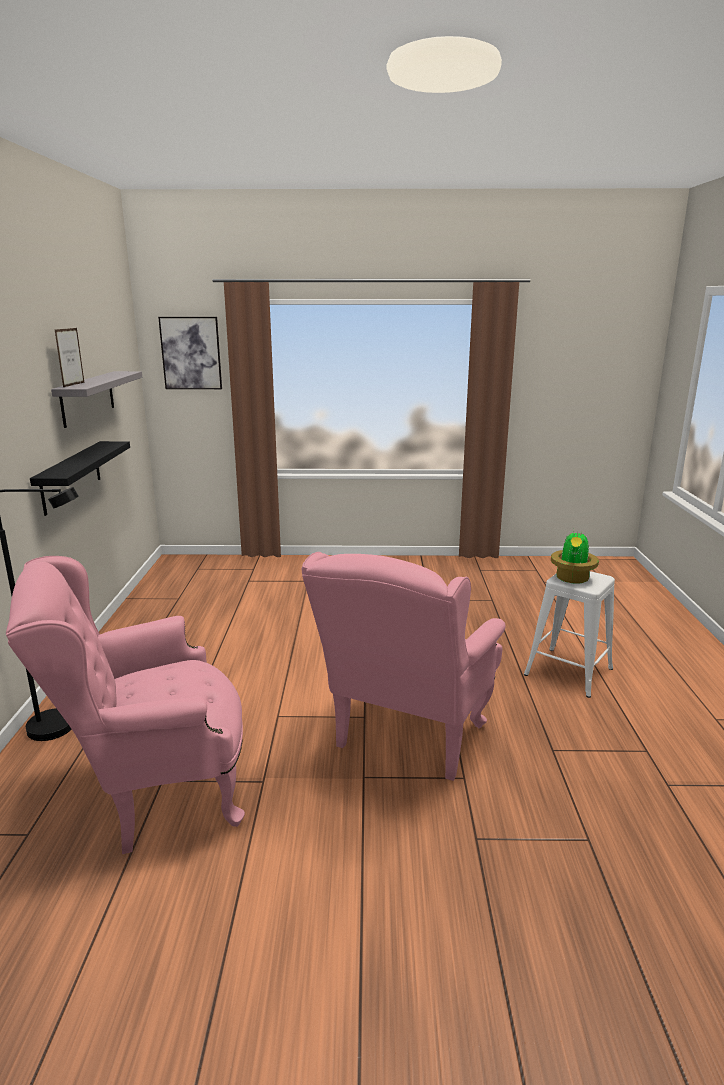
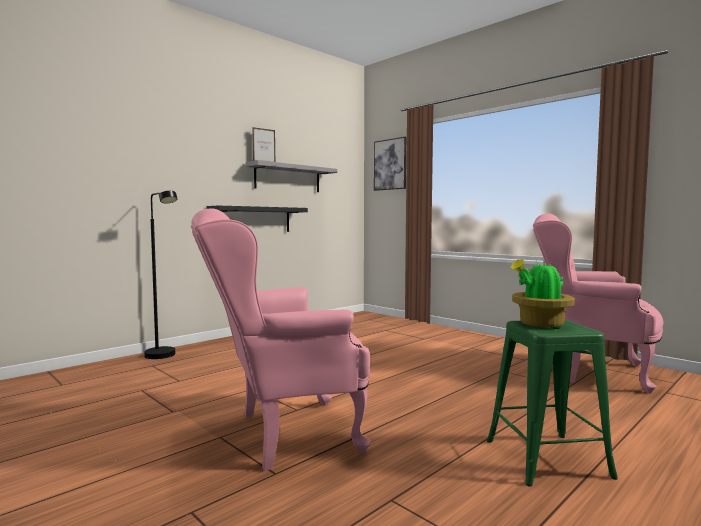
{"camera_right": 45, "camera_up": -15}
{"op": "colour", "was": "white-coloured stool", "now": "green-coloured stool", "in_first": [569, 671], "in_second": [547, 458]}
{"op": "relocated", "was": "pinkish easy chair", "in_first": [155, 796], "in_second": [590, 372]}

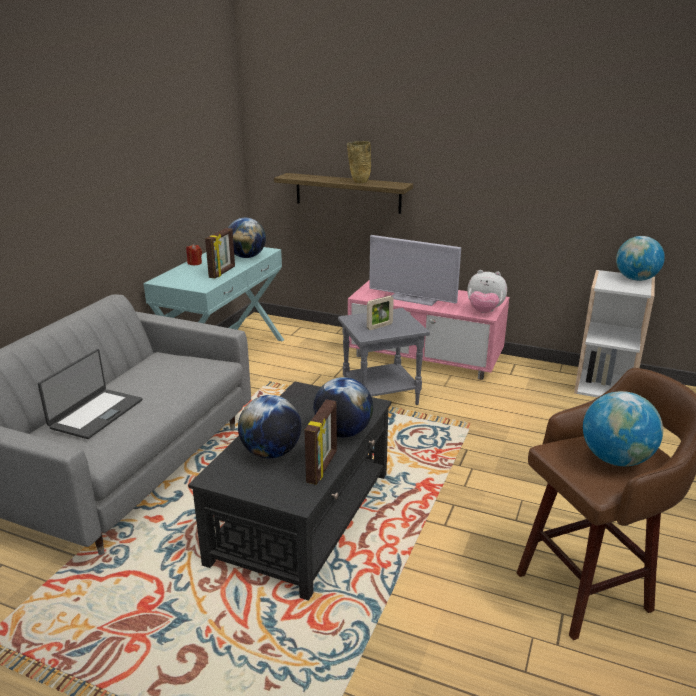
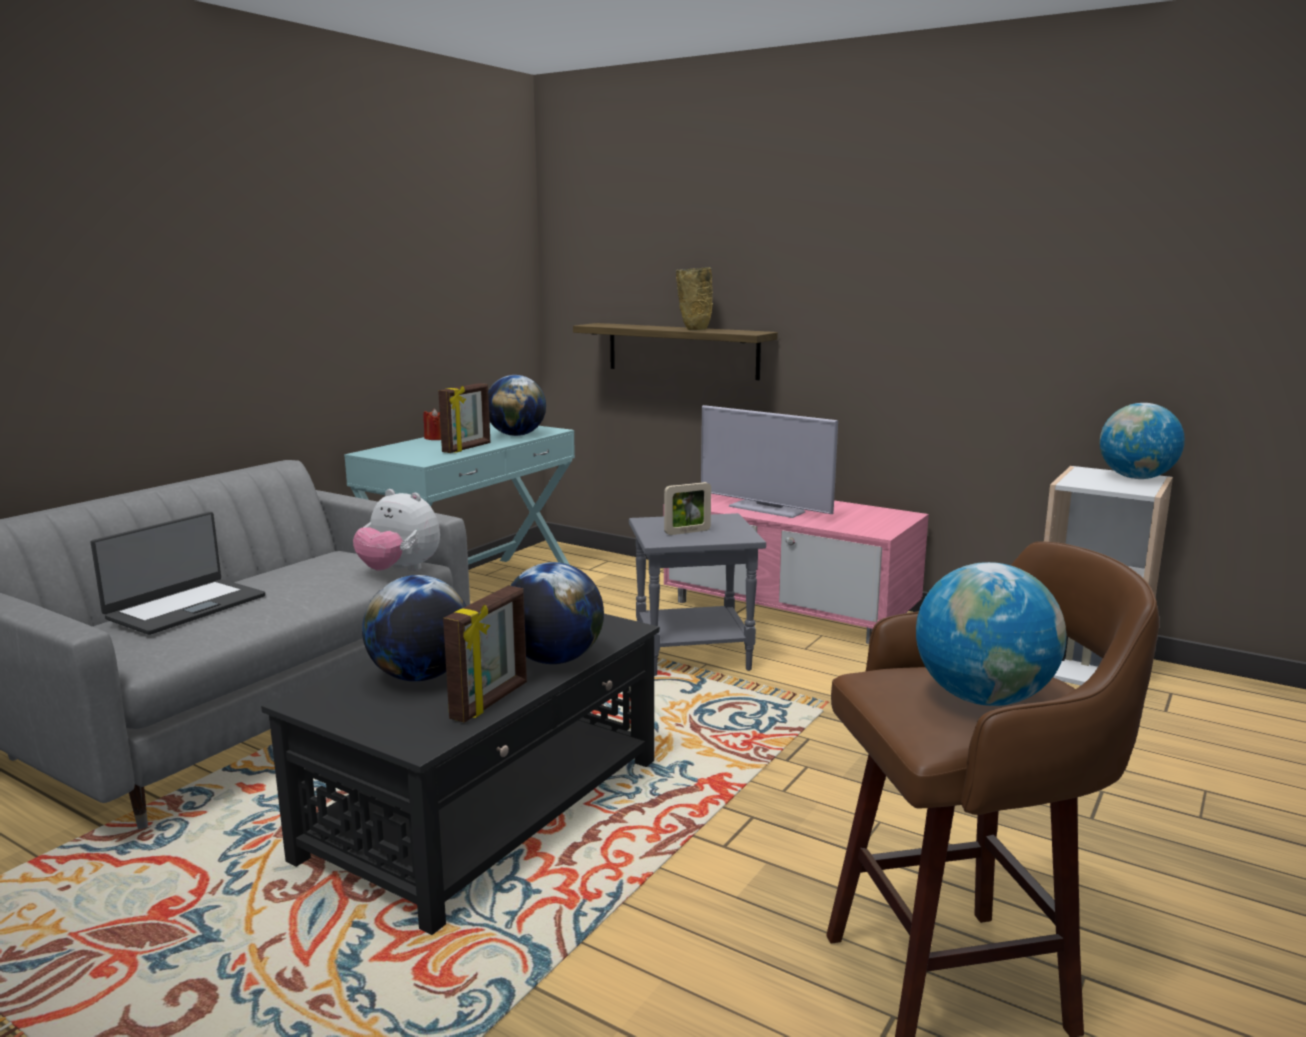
{"camera_right": 10, "camera_up": -10}
{"op": "relocated", "was": "cuddly toy", "in_first": [484, 312], "in_second": [399, 571]}

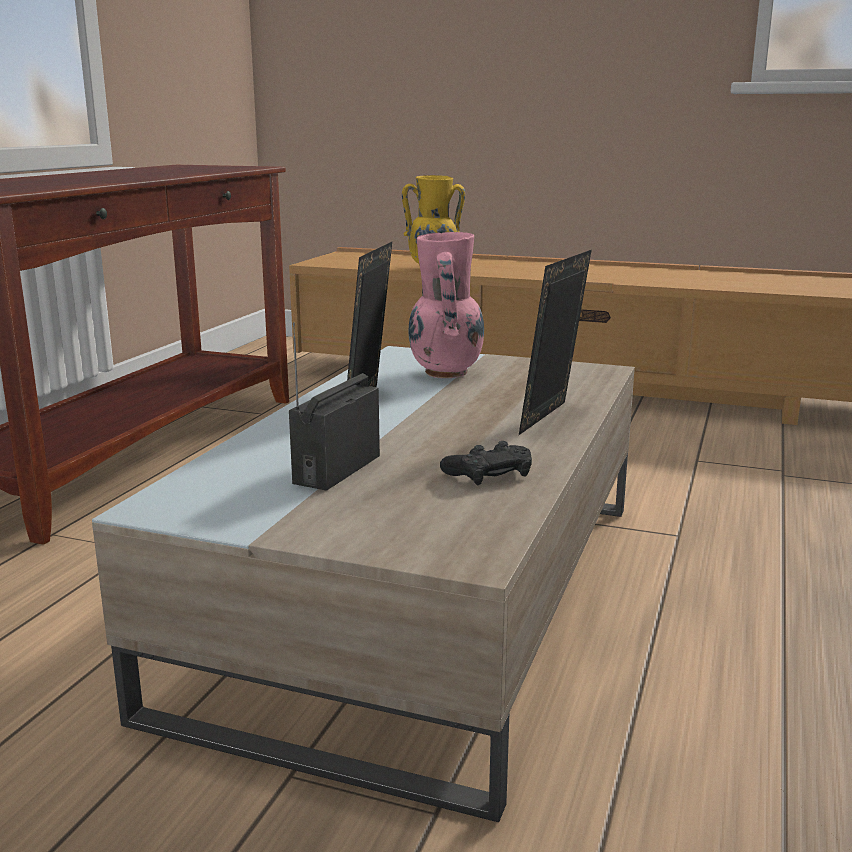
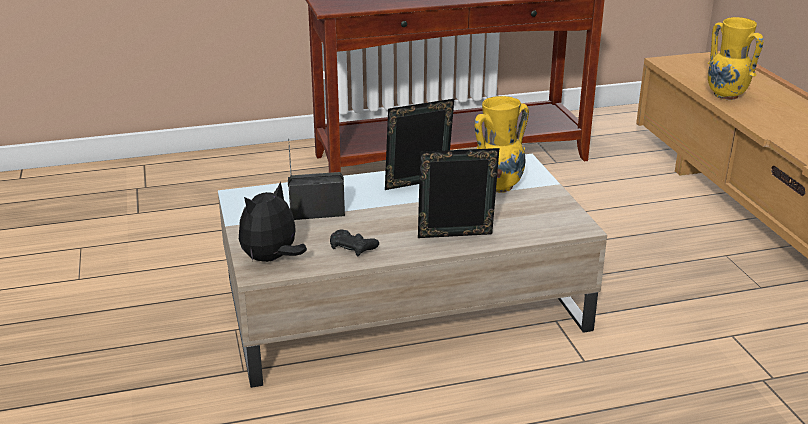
{"camera_right": 55, "camera_up": 10}
{"op": "appeared", "now": "cuddly toy", "in_second": [271, 259]}
{"op": "colour", "was": "pinkish decorative vase", "now": "yellow-coloured decorative vase", "in_first": [445, 373], "in_second": [497, 187]}

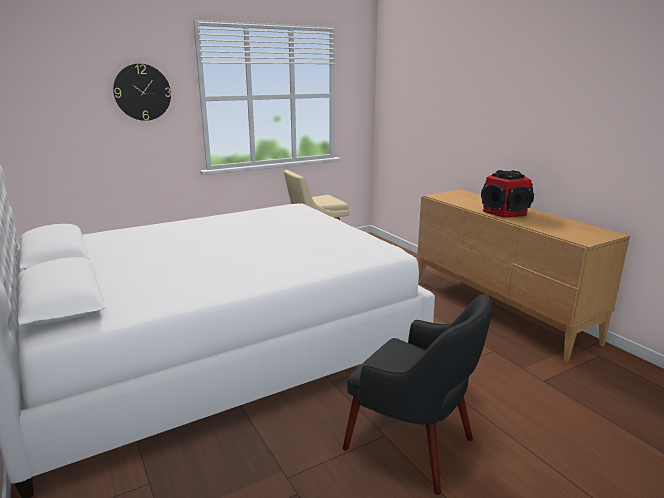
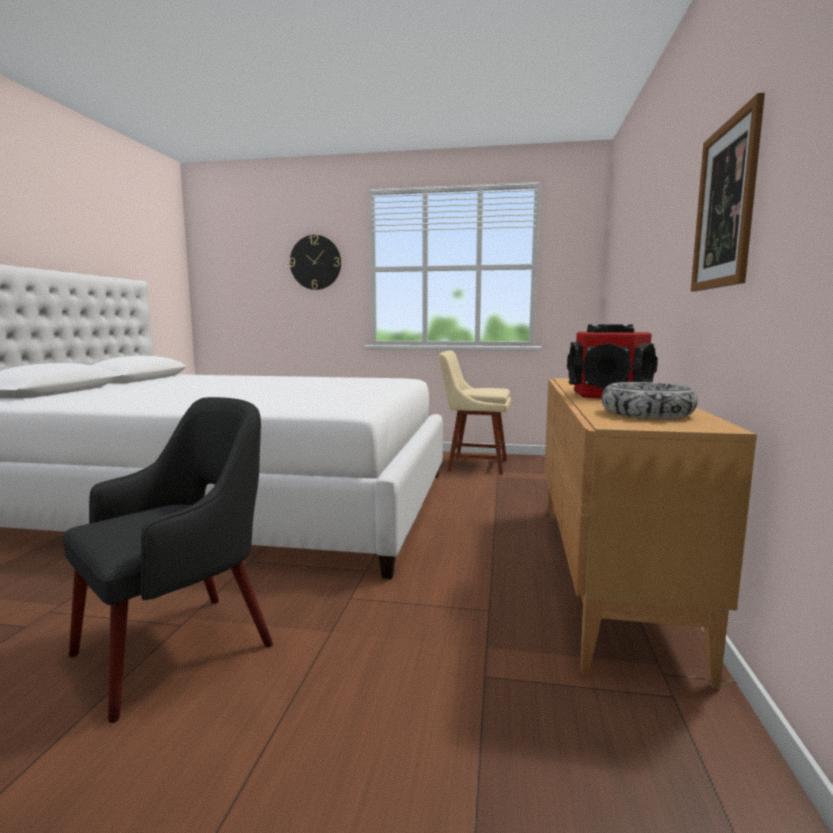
{"camera_right": 40, "camera_up": -10}
{"op": "spun", "was": "black-coloured easy chair", "in_first": [412, 445], "in_second": [179, 647], "clockwise": -120}
{"op": "appeared", "now": "serving bowl", "in_second": [646, 413]}
{"op": "appeared", "now": "picture", "in_second": [725, 206]}

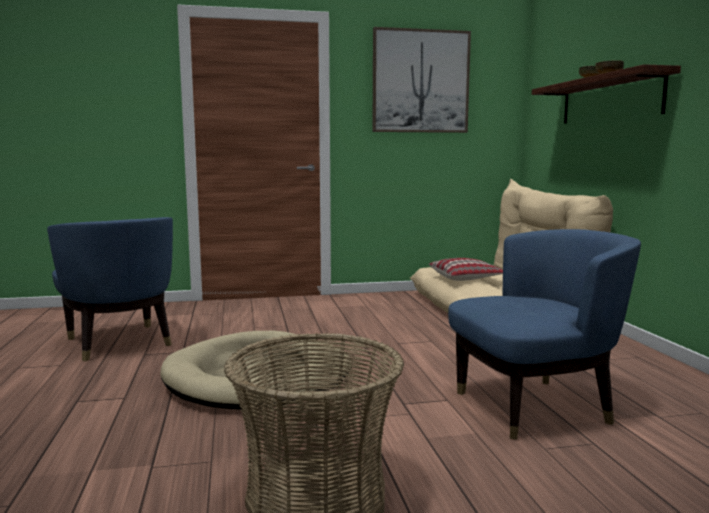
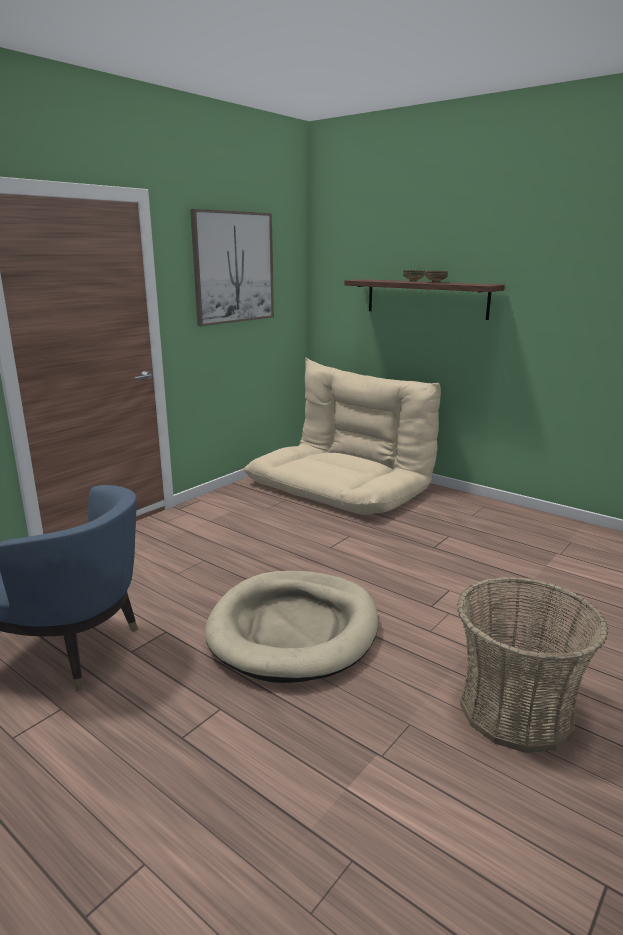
{"camera_right": -40, "camera_up": 10}
{"op": "missing", "was": "cushion", "in_first": [466, 278]}
{"op": "missing", "was": "blue-coloured easy chair", "in_first": [535, 407]}

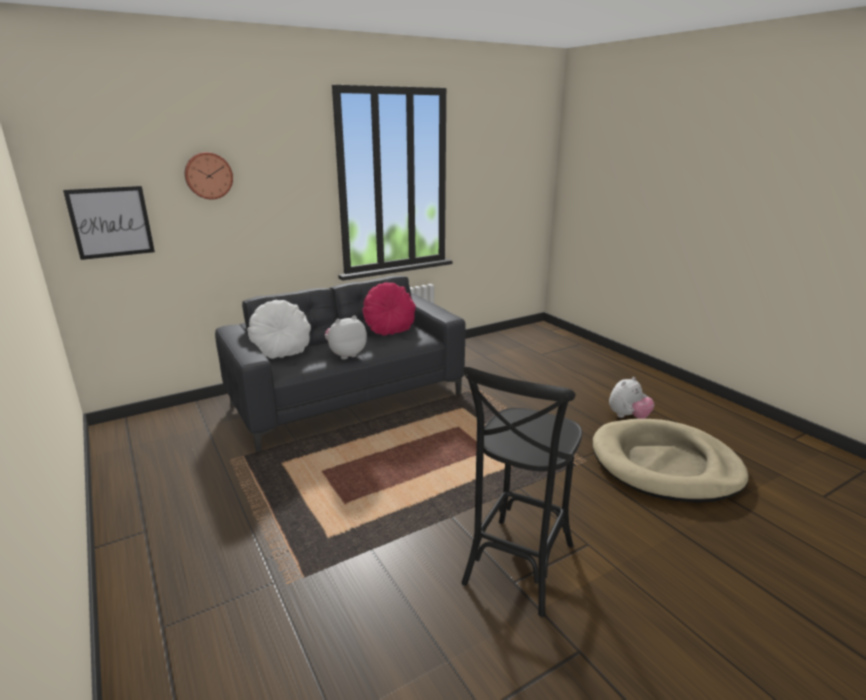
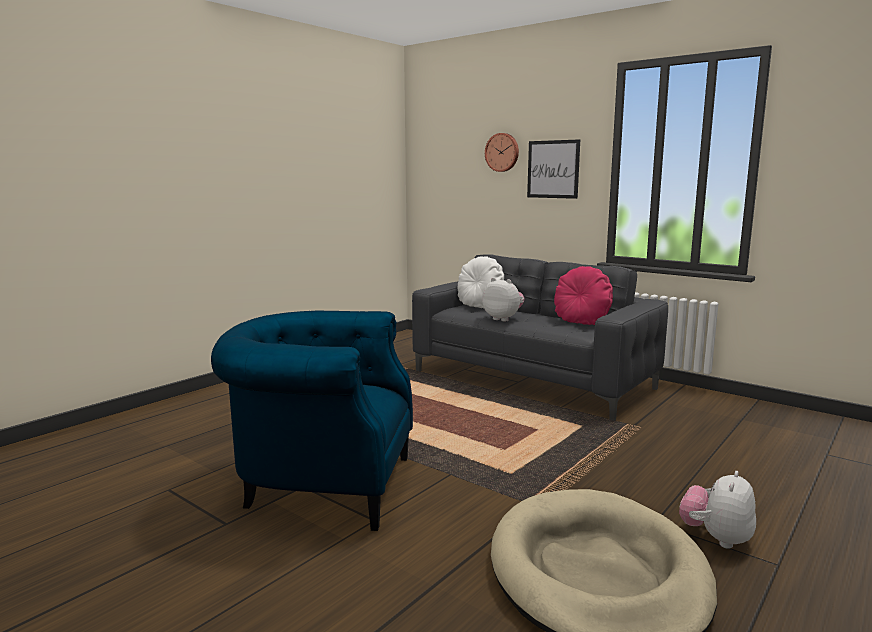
{"camera_right": 70, "camera_up": -10}
{"op": "exchanged", "was": "black-coloured stool", "now": "blue-coloured easy chair", "in_first": [516, 568], "in_second": [322, 485]}
{"op": "relocated", "was": "picture", "in_first": [111, 222], "in_second": [553, 169]}
{"op": "spun", "was": "cuddly toy", "in_first": [628, 417], "in_second": [716, 538], "clockwise": 90}

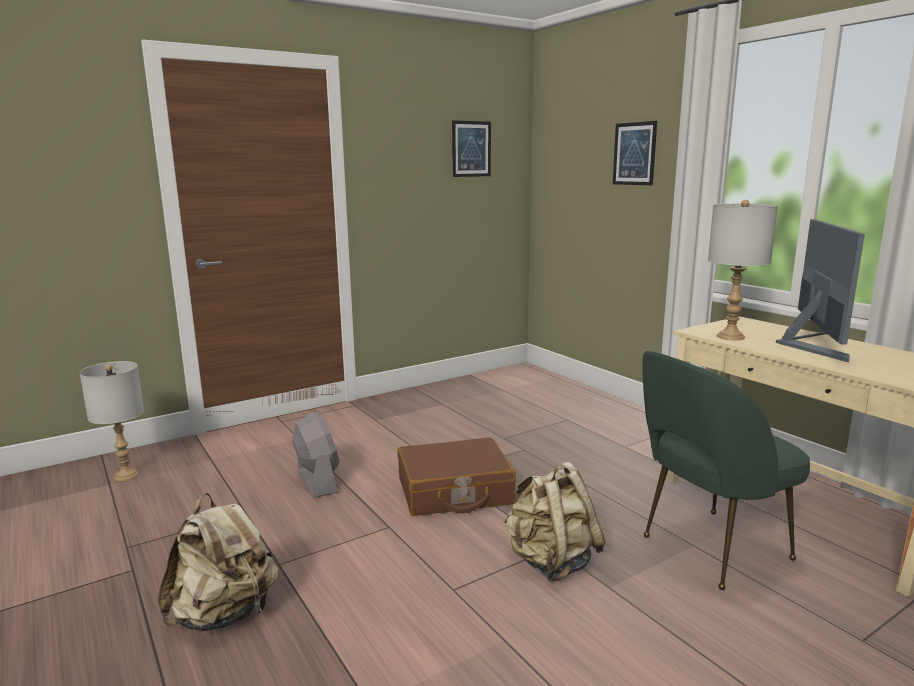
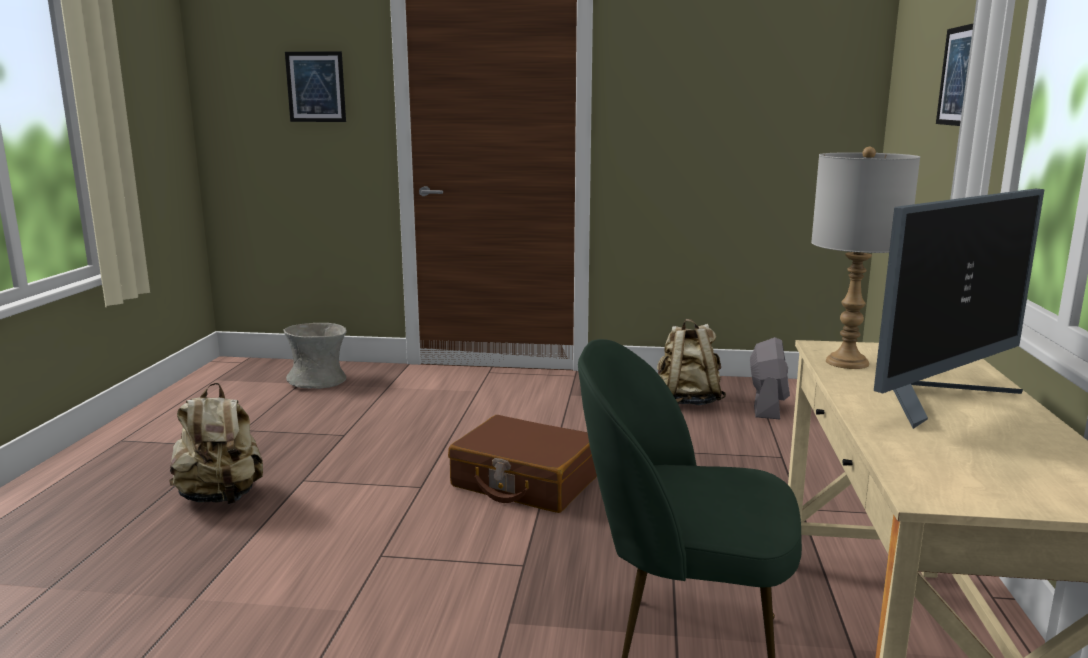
{"camera_right": 40, "camera_up": 0}
{"op": "exchanged", "was": "gray table lamp", "now": "gray decorative vase", "in_first": [126, 476], "in_second": [318, 381]}
{"op": "relocated", "was": "picture", "in_first": [471, 149], "in_second": [316, 87]}
{"op": "relocated", "was": "sand-coloured backpack", "in_first": [551, 562], "in_second": [688, 401]}
{"op": "relocated", "was": "gray electric fan", "in_first": [317, 480], "in_second": [767, 406]}

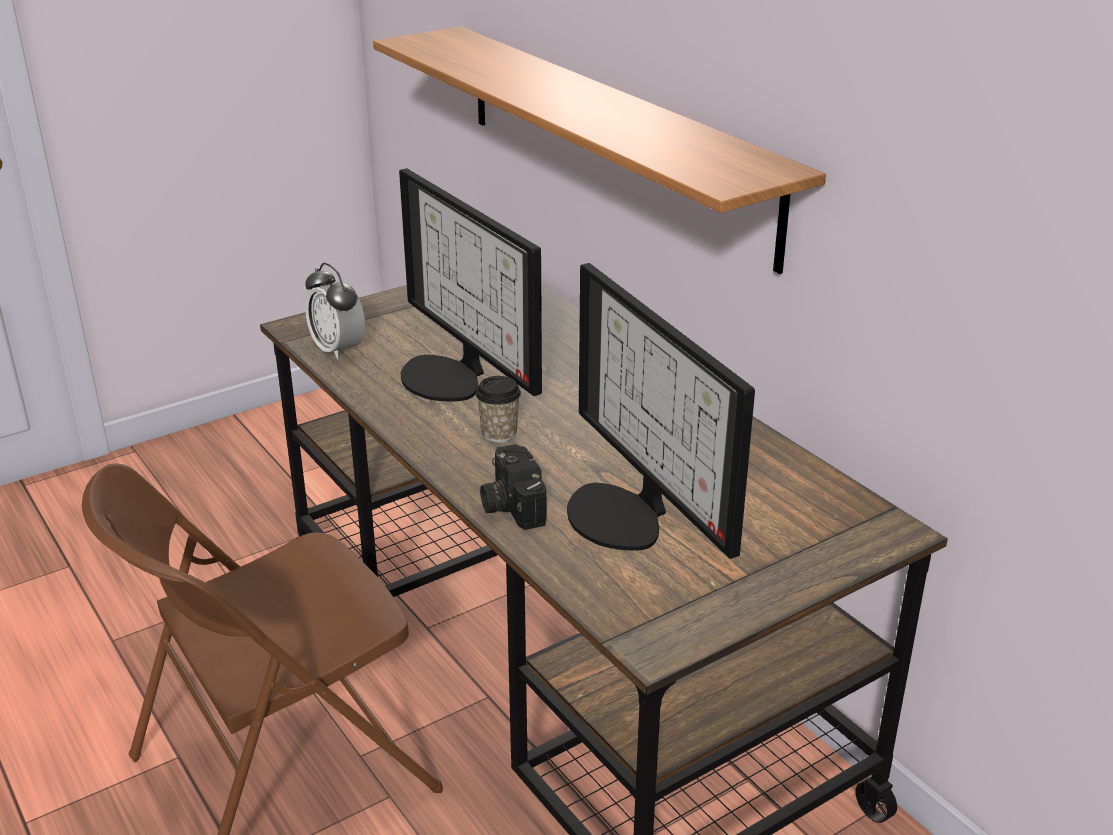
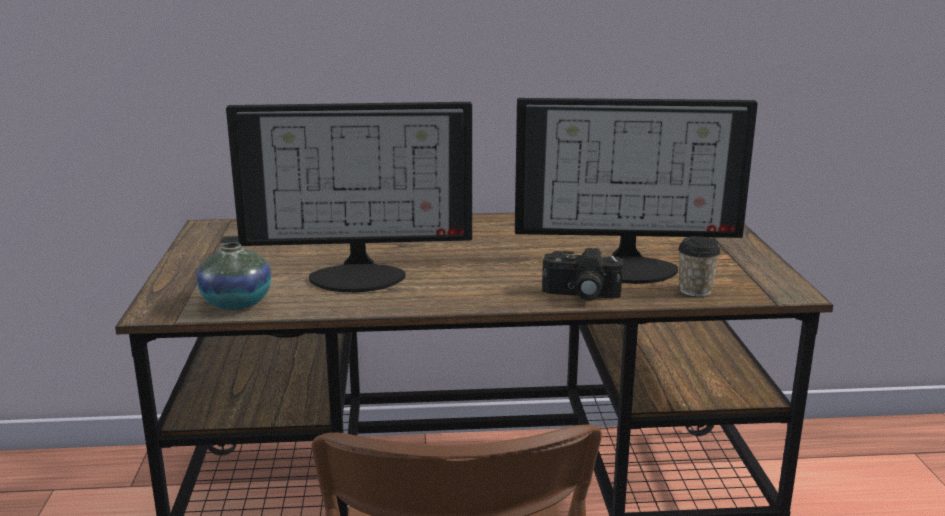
{"camera_right": -60, "camera_up": -10}
{"op": "exchanged", "was": "table clock", "now": "decorative vase", "in_first": [338, 350], "in_second": [236, 303]}
{"op": "relocated", "was": "drinking cup", "in_first": [499, 433], "in_second": [695, 290]}
{"op": "missing", "was": "bracket shelf", "in_first": [612, 138]}

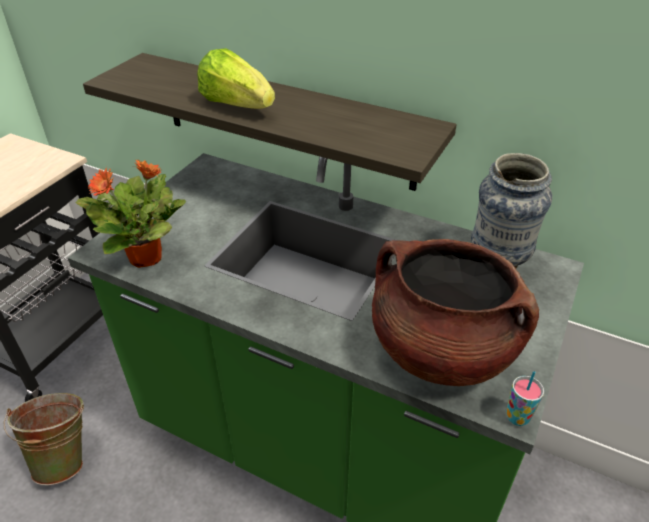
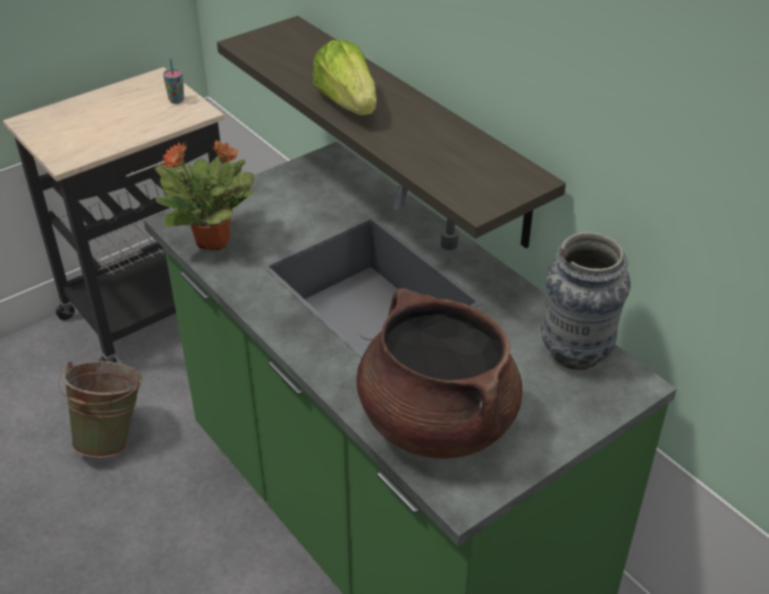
{"camera_right": 25, "camera_up": 0}
{"op": "relocated", "was": "drinking cup", "in_first": [517, 417], "in_second": [176, 100]}

